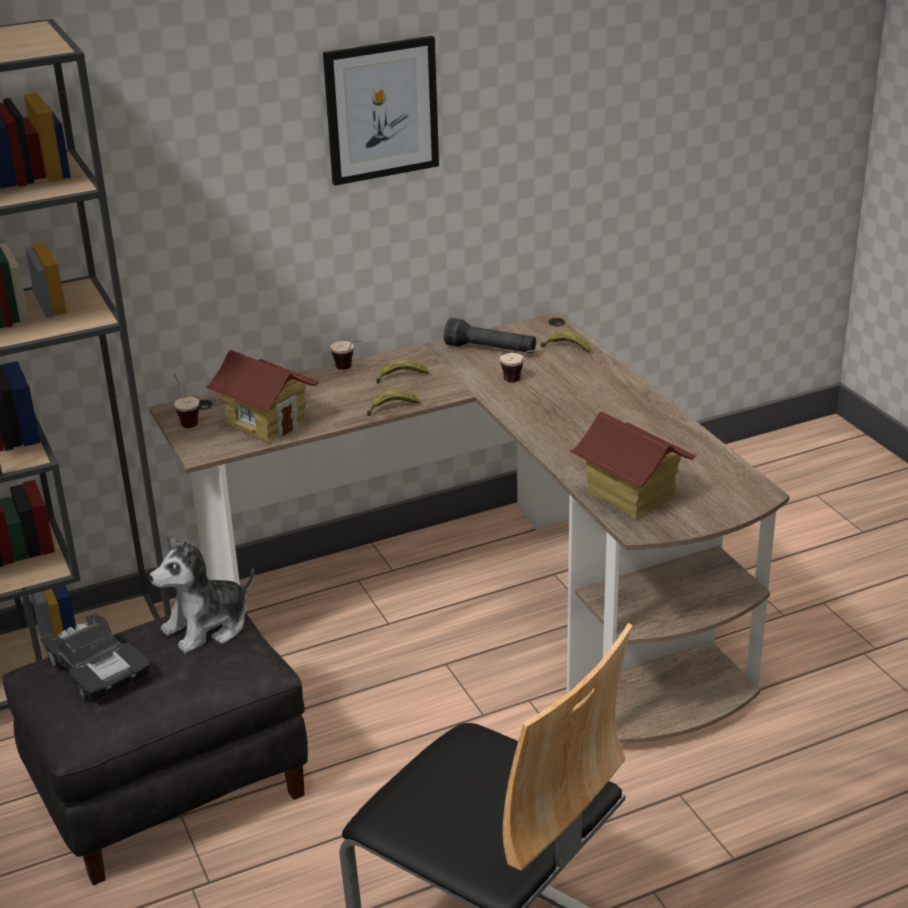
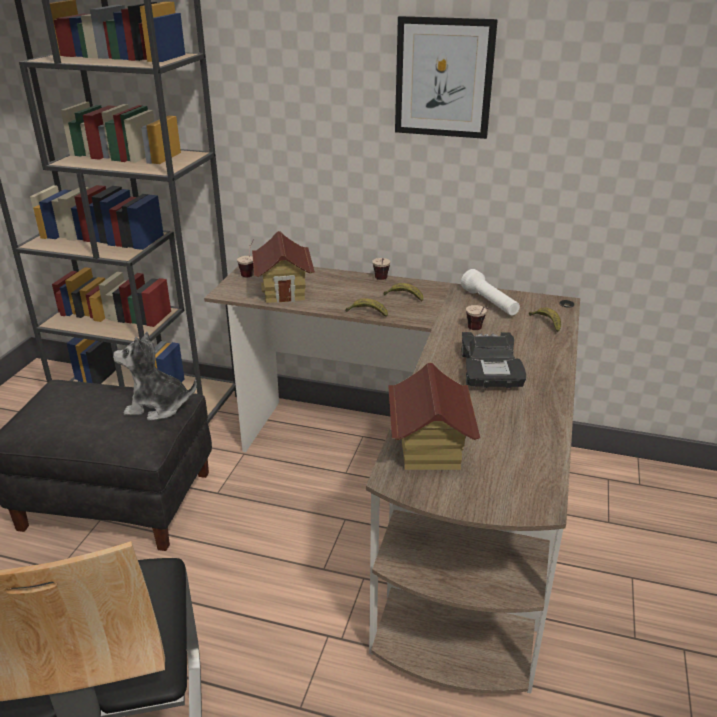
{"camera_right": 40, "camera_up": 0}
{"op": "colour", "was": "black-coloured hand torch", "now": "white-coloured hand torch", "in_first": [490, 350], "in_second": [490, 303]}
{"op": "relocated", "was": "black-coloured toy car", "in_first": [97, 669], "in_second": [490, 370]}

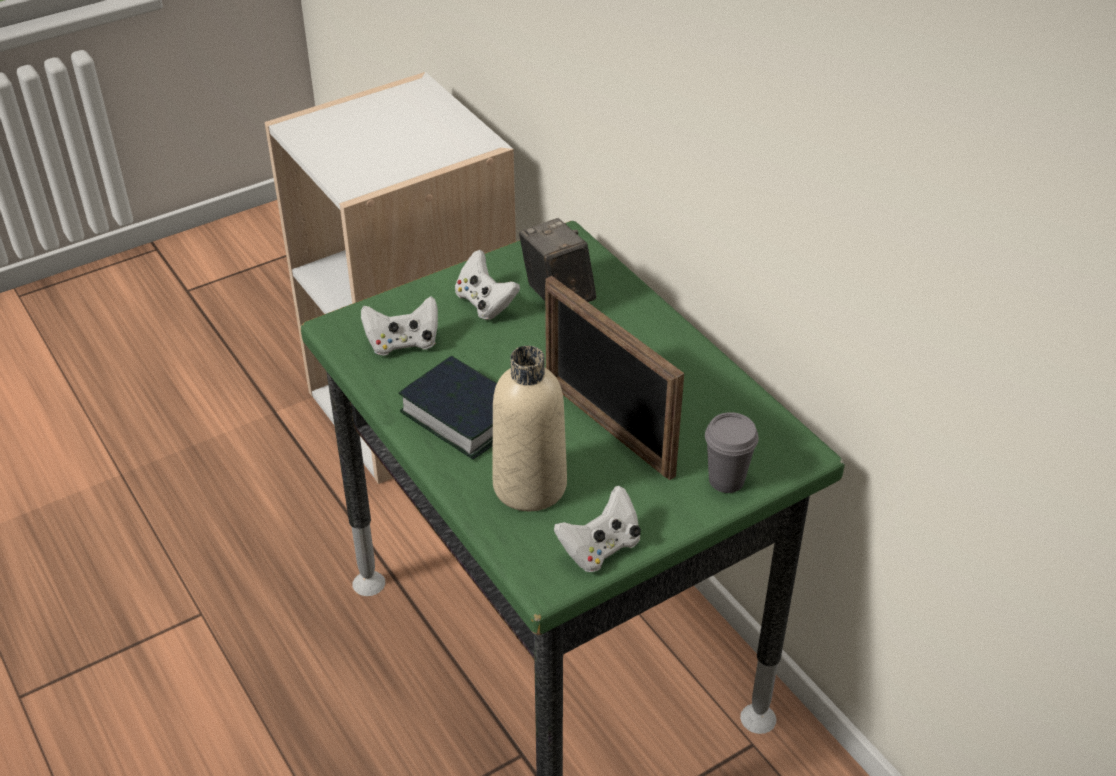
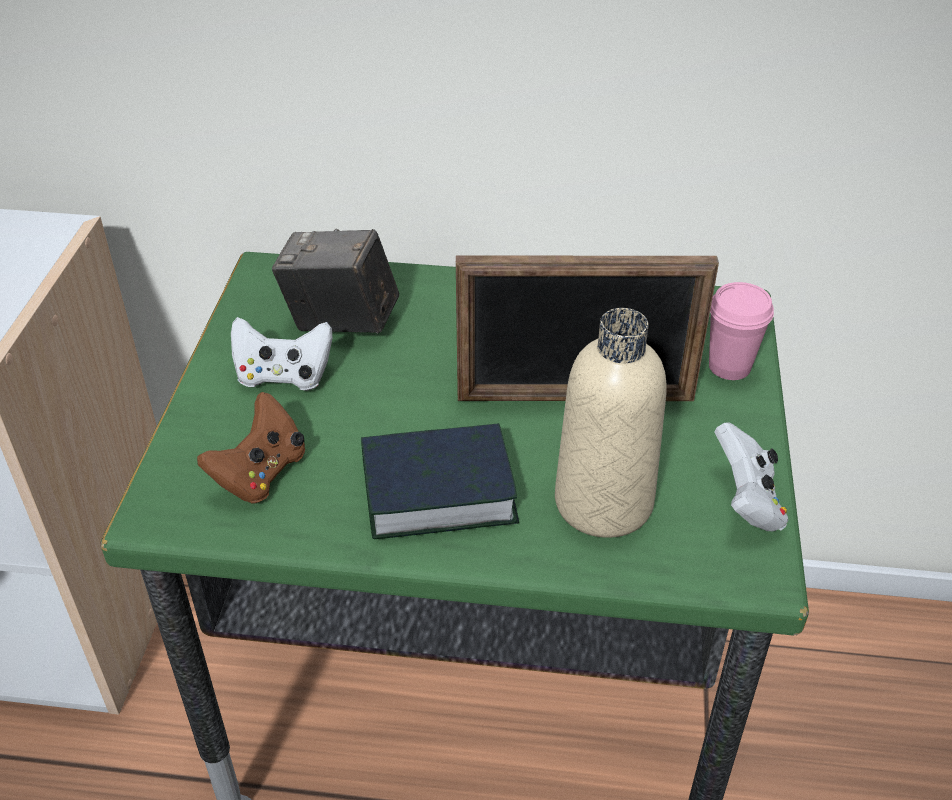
{"camera_right": -50, "camera_up": 0}
{"op": "colour", "was": "white-coloured game controller", "now": "brown-coloured game controller", "in_first": [403, 343], "in_second": [260, 473]}
{"op": "colour", "was": "gray drinking cup", "now": "pinkish drinking cup", "in_first": [726, 480], "in_second": [729, 367]}

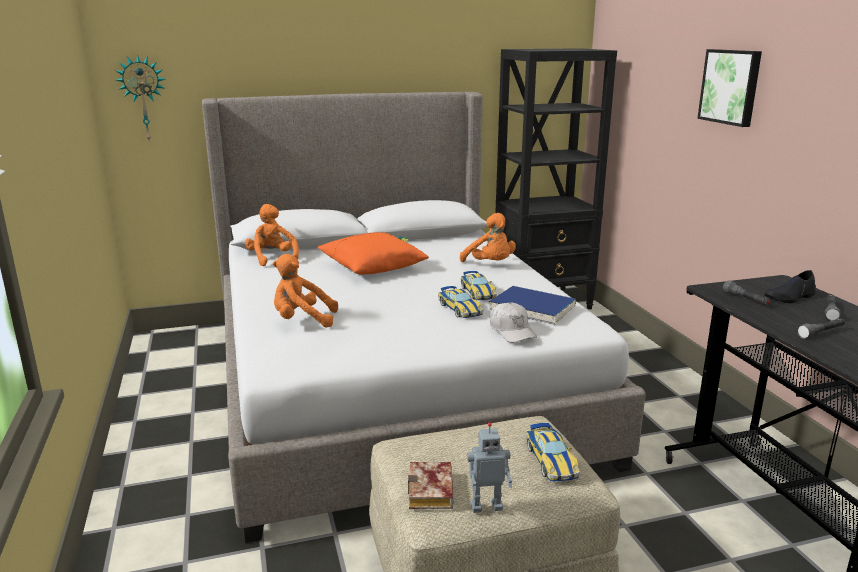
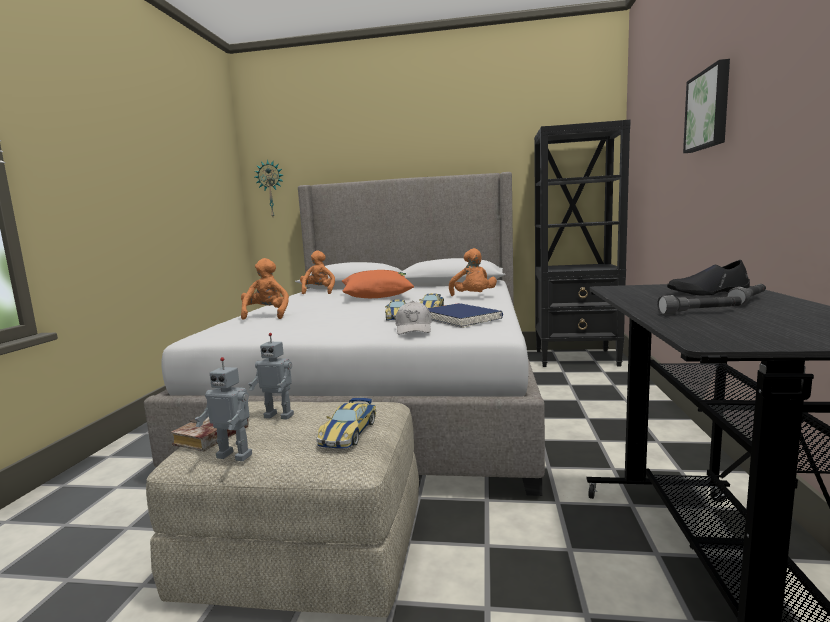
{"camera_right": 25, "camera_up": -10}
{"op": "spun", "was": "orange cuddly toy", "in_first": [302, 320], "in_second": [266, 315], "clockwise": 60}
{"op": "appeared", "now": "model robot", "in_second": [280, 415]}
{"op": "missing", "was": "gray hand torch", "in_first": [746, 299]}

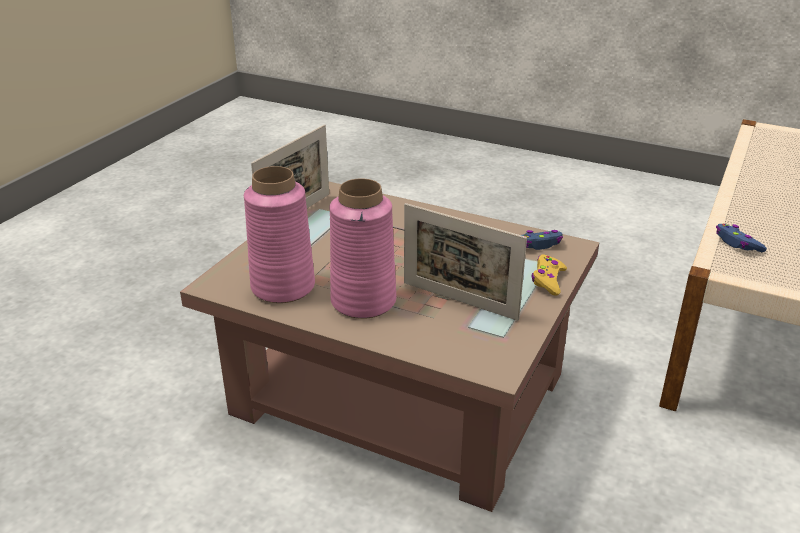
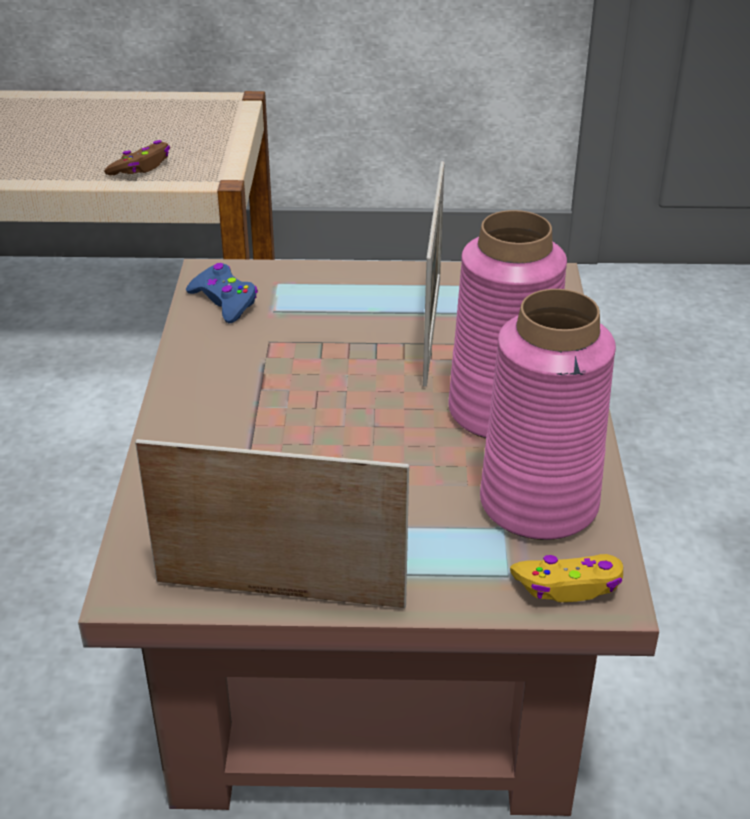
{"camera_right": -115, "camera_up": 5}
{"op": "colour", "was": "blue-coloured game controller", "now": "brown-coloured game controller", "in_first": [737, 243], "in_second": [141, 167]}
{"op": "relocated", "was": "yellow-coloured game controller", "in_first": [548, 280], "in_second": [569, 585]}

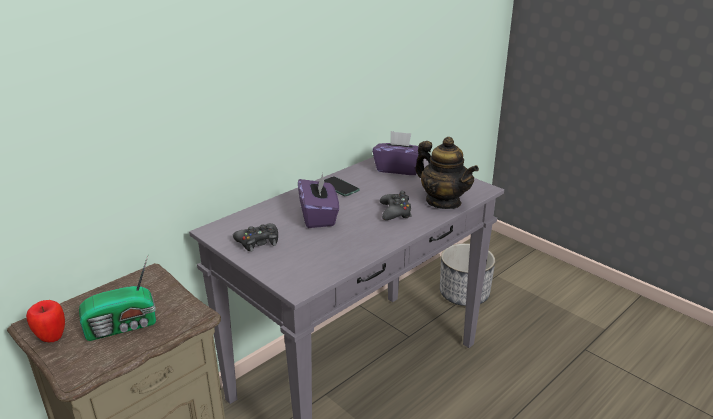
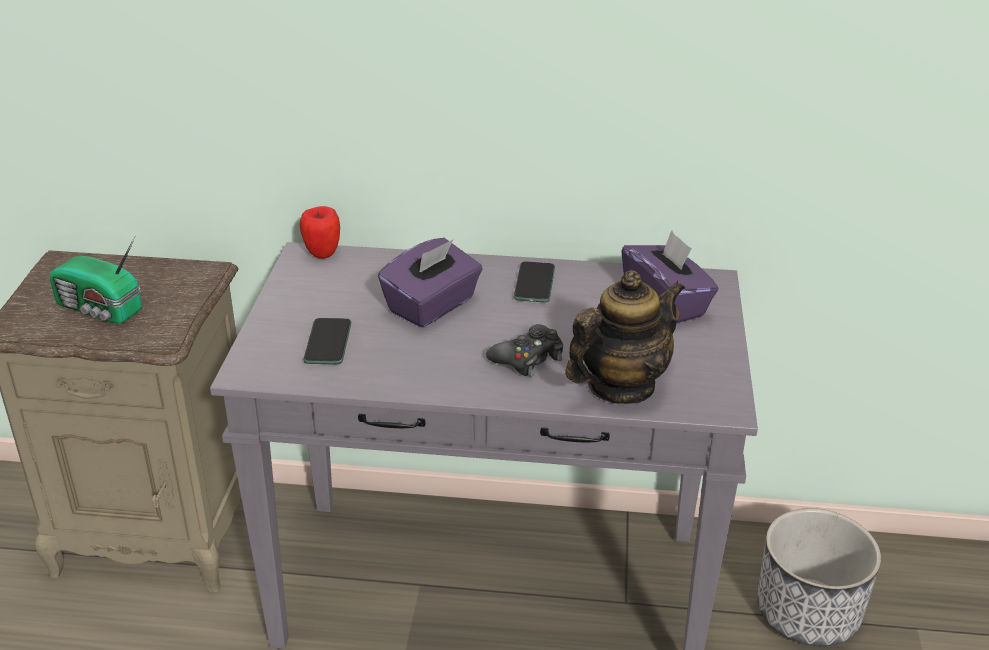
{"camera_right": 50, "camera_up": 5}
{"op": "relocated", "was": "apple", "in_first": [52, 337], "in_second": [322, 254]}
{"op": "appeared", "now": "telephone", "in_second": [328, 342]}
{"op": "spun", "was": "tea pot", "in_first": [443, 202], "in_second": [620, 386], "clockwise": -135}
{"op": "missing", "was": "black-coloured game controller", "in_first": [258, 242]}

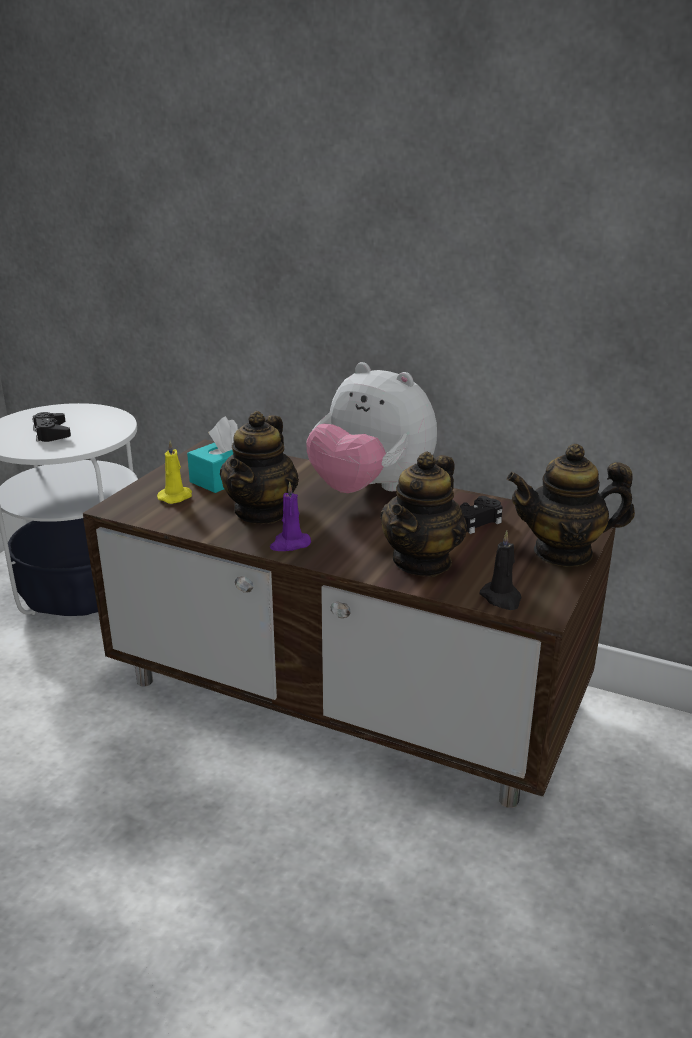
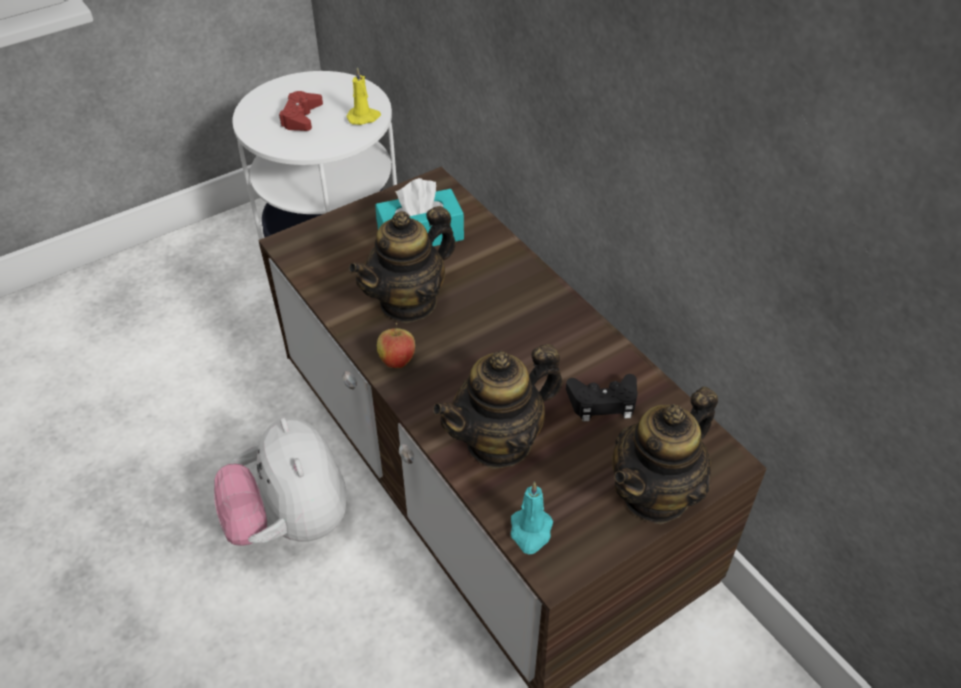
{"camera_right": 30, "camera_up": 20}
{"op": "relocated", "was": "cuddly toy", "in_first": [370, 490], "in_second": [291, 521]}
{"op": "colour", "was": "black-coloured game controller", "now": "red game controller", "in_first": [51, 433], "in_second": [301, 117]}
{"op": "relocated", "was": "yellow-coloured candle", "in_first": [176, 497], "in_second": [364, 117]}
{"op": "exchanged", "was": "purple candle", "now": "apple", "in_first": [289, 544], "in_second": [397, 361]}
{"op": "colour", "was": "black-coloured candle", "now": "turquoise-coloured candle", "in_first": [501, 598], "in_second": [530, 532]}
{"op": "spun", "was": "tea pot", "in_first": [563, 552], "in_second": [656, 494], "clockwise": -75}

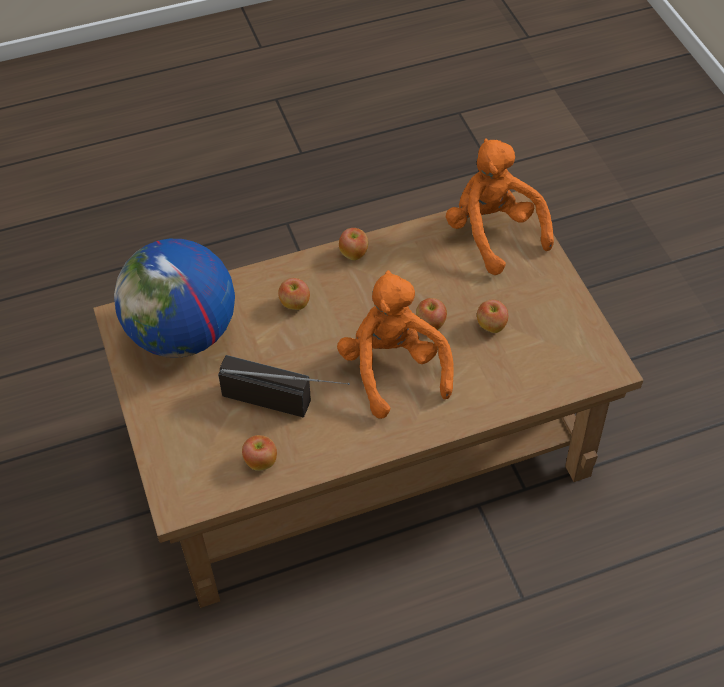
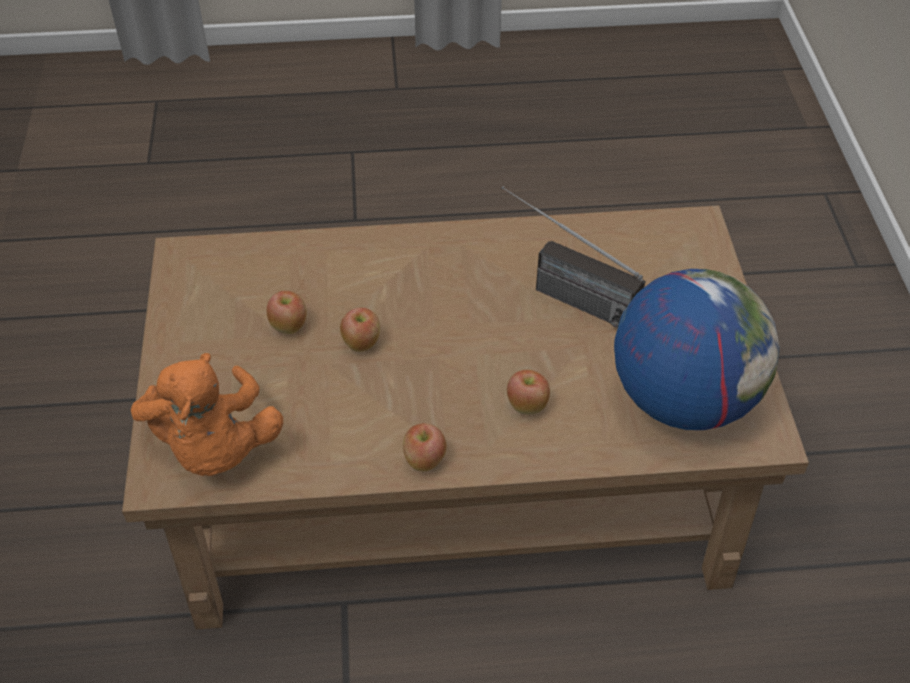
{"camera_right": -165, "camera_up": -5}
{"op": "missing", "was": "apple", "in_first": [260, 461]}
{"op": "missing", "was": "orange cuddly toy", "in_first": [392, 368]}

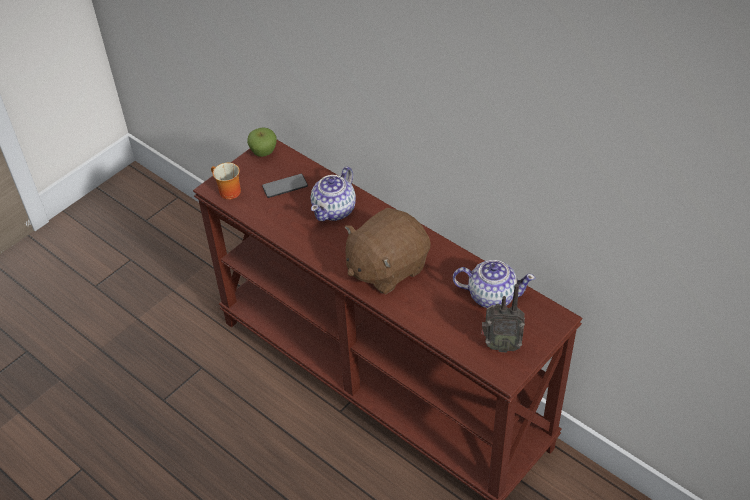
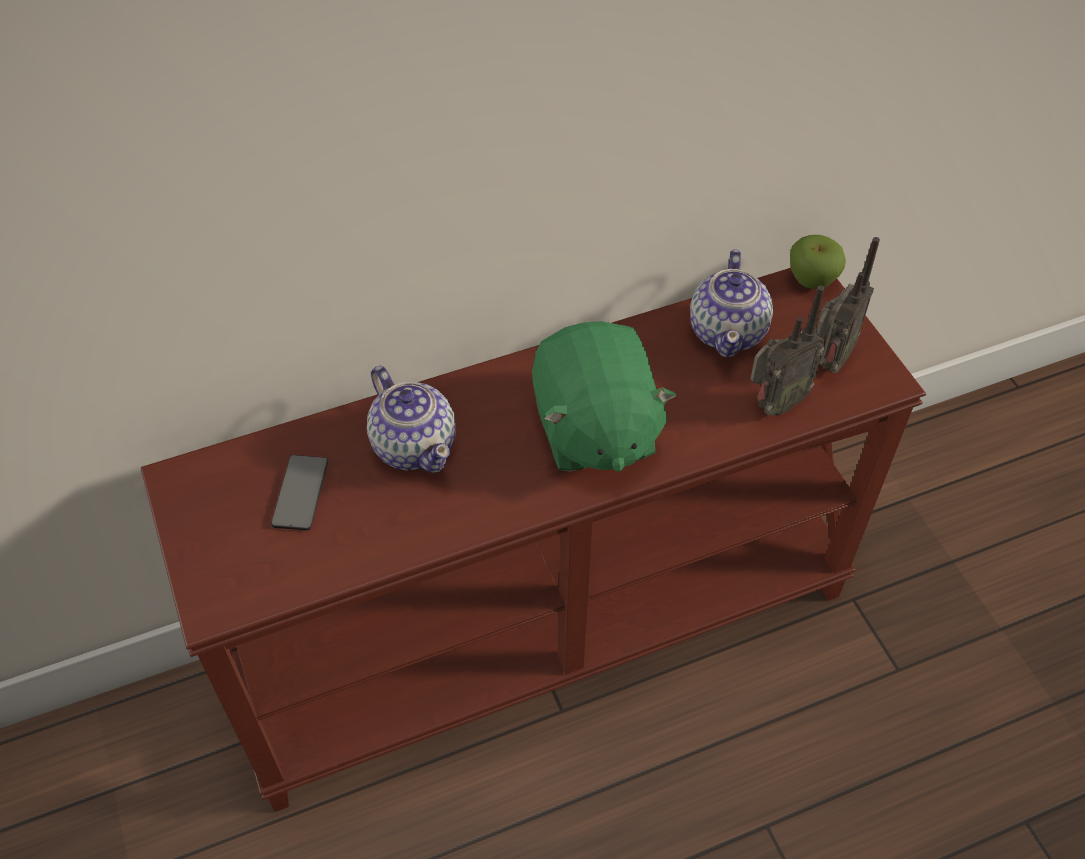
{"camera_right": -65, "camera_up": 5}
{"op": "colour", "was": "brown-coloured cuddly toy", "now": "green-coloured cuddly toy", "in_first": [386, 268], "in_second": [594, 430]}
{"op": "spun", "was": "tea pot", "in_first": [491, 295], "in_second": [728, 331], "clockwise": 150}
{"op": "appeared", "now": "radio", "in_second": [774, 404]}
{"op": "relocated", "was": "apple", "in_first": [263, 152], "in_second": [811, 280]}
{"op": "missing", "was": "mug", "in_first": [227, 192]}

